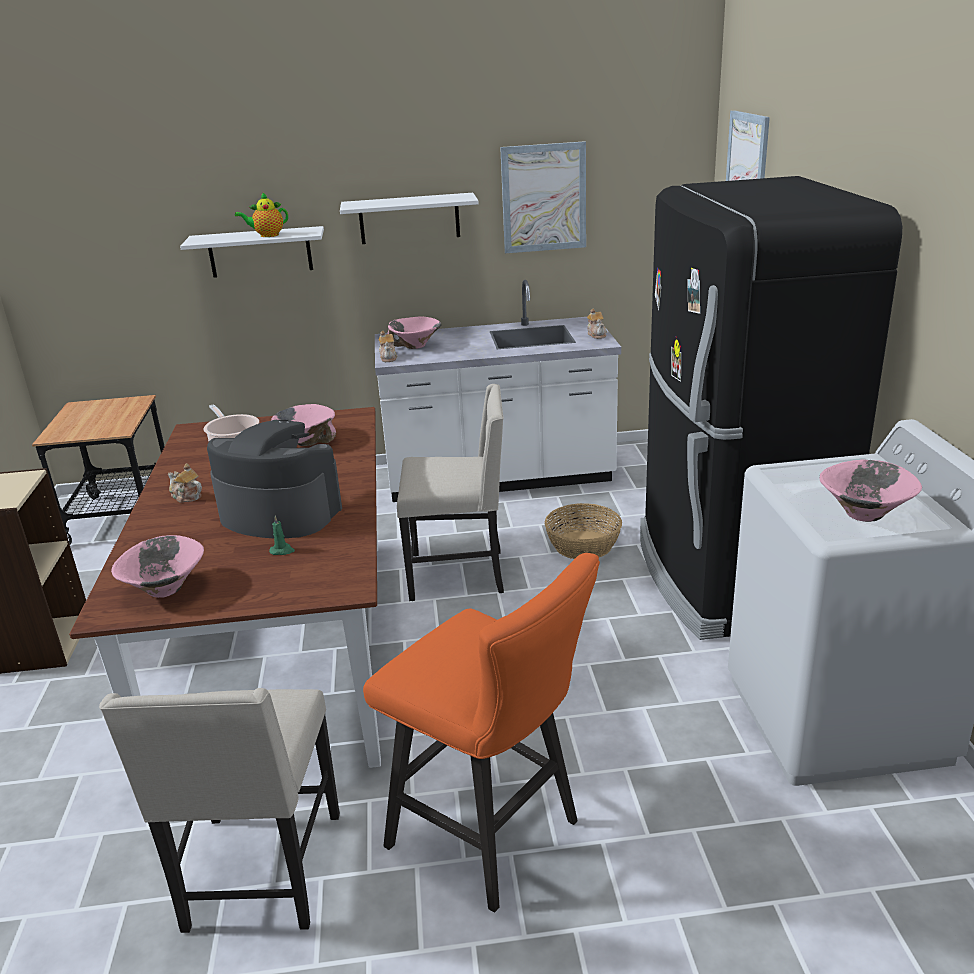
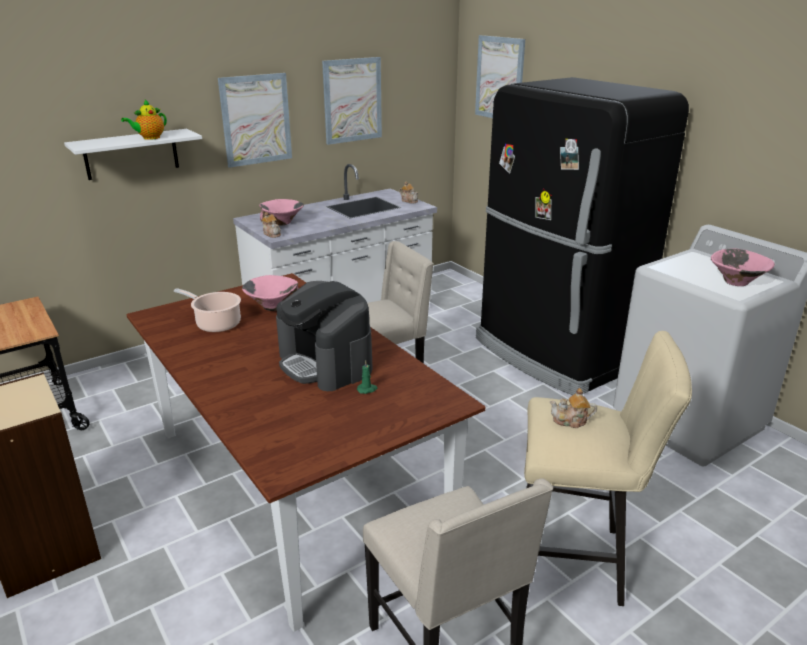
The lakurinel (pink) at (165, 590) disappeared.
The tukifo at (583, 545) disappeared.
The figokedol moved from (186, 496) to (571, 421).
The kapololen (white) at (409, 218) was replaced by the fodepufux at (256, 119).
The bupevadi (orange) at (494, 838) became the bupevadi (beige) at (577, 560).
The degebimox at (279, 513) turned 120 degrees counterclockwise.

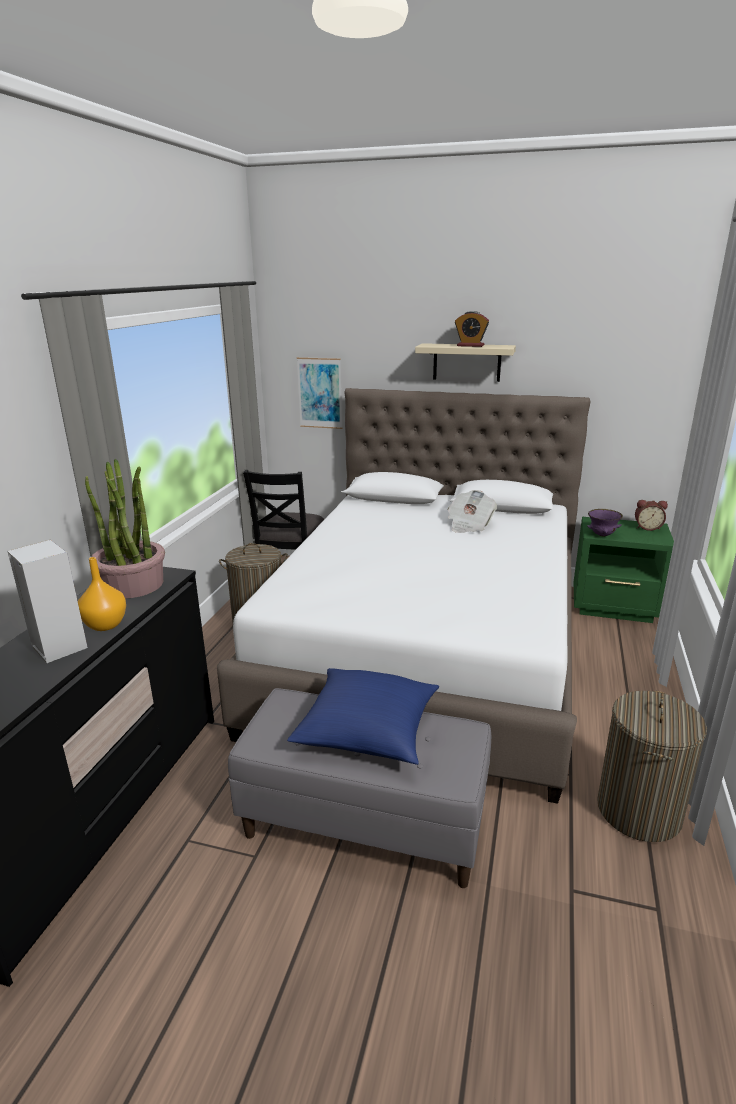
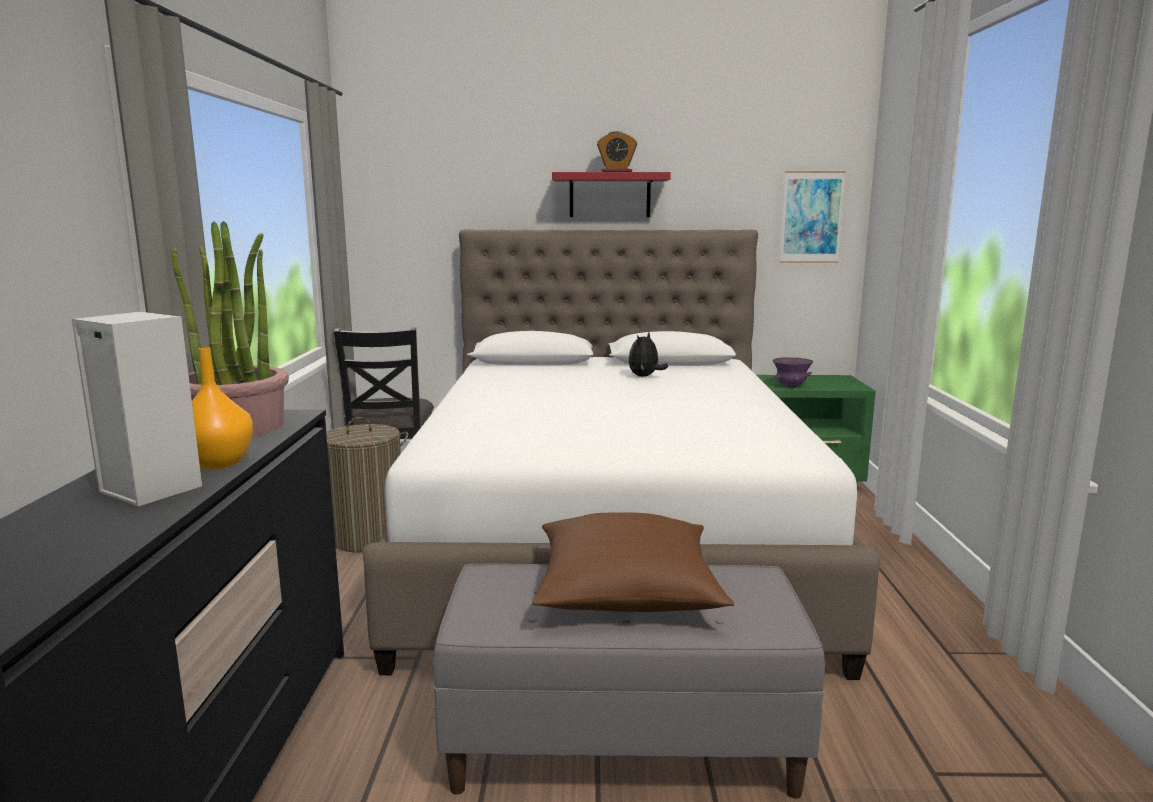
The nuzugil at (639, 811) disappeared.
The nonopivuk at (647, 527) disappeared.
The fodepufux moved from (320, 393) to (811, 217).
The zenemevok at (469, 525) was replaced by the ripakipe at (645, 376).
The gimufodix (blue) at (367, 730) became the gimufodix (brown) at (626, 592).
The kapololen (beige) at (467, 362) became the kapololen (red) at (610, 195).

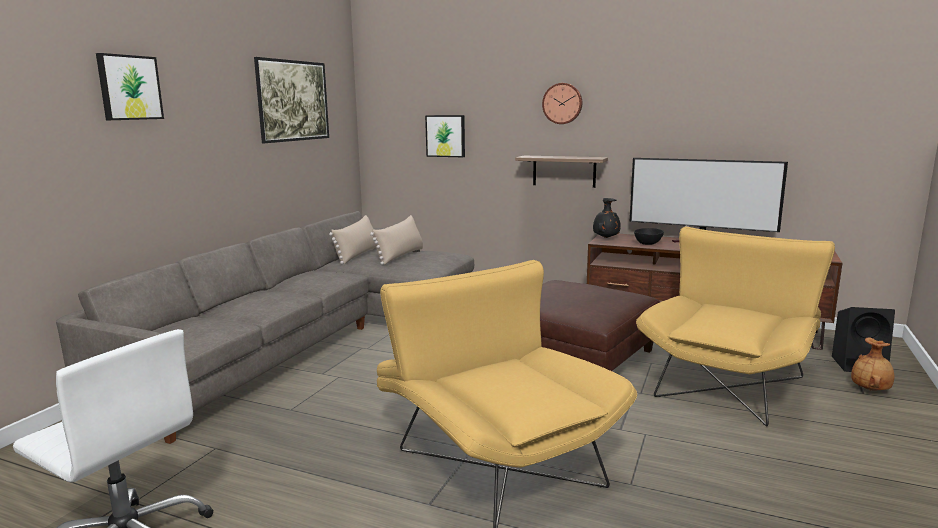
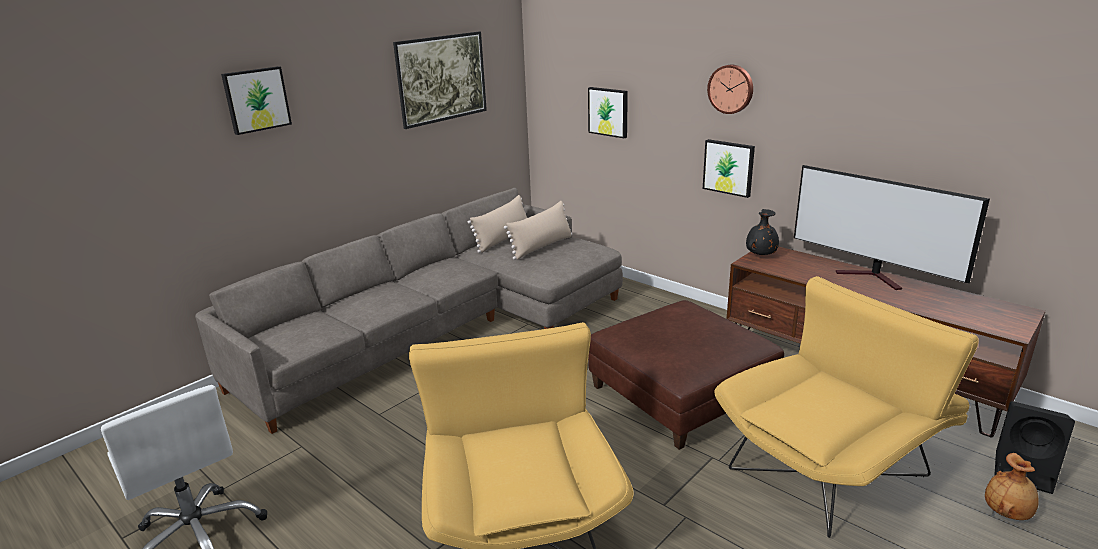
The lakurinel (black) at (648, 244) disappeared.
The kapololen at (564, 171) was replaced by the fodepufux at (729, 167).

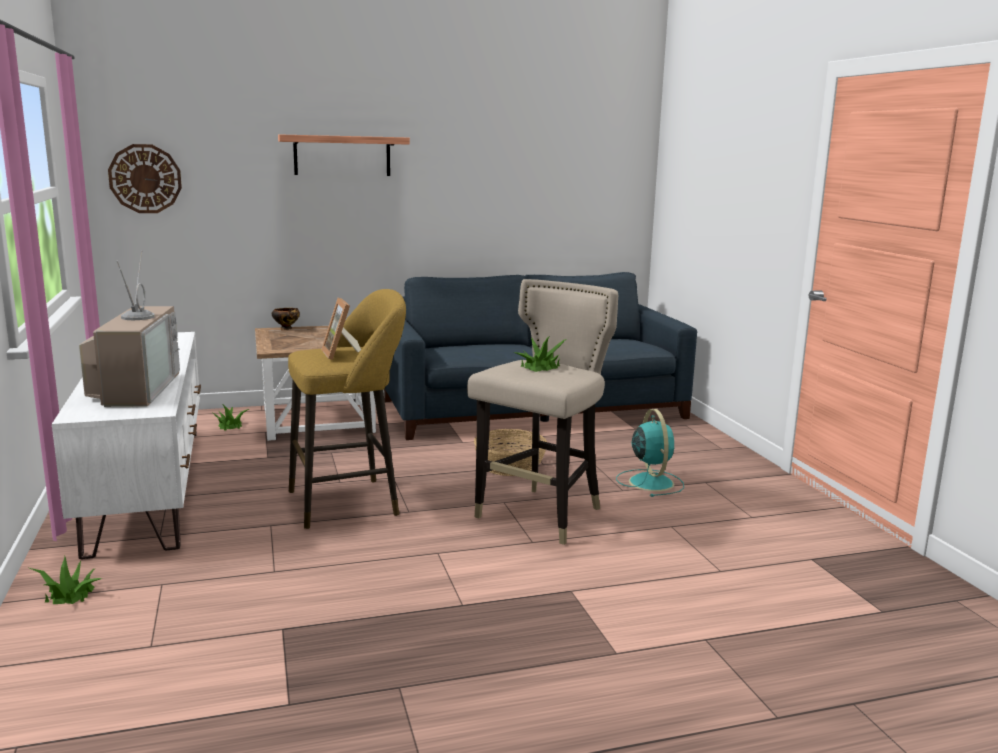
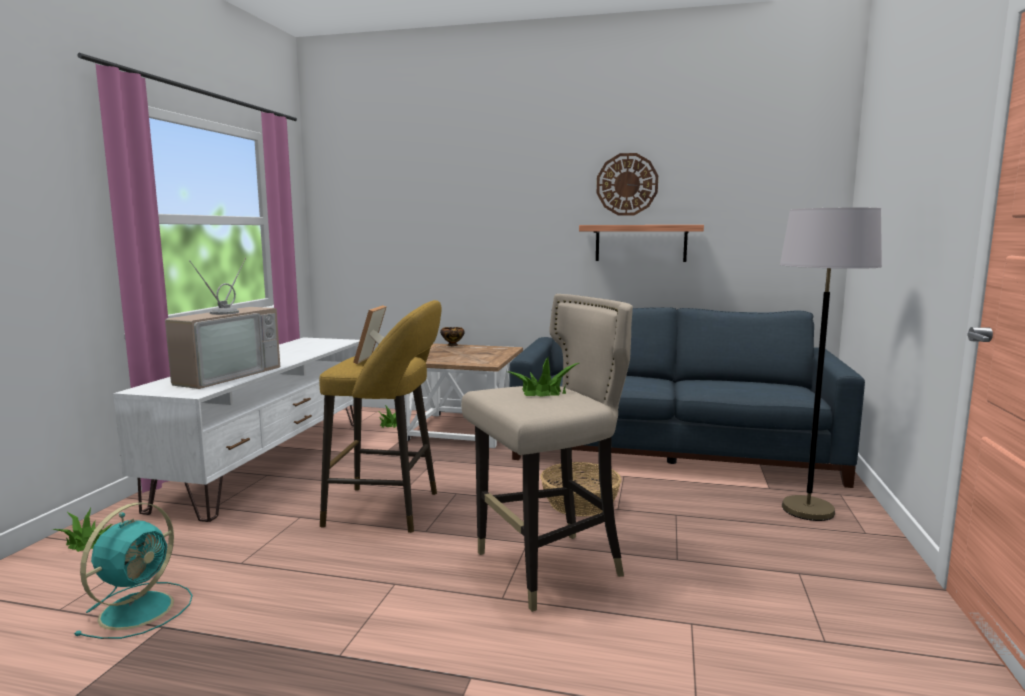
The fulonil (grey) at (808, 510) appeared.
The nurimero moved from (145, 179) to (627, 184).
The kapololen moved from (342, 155) to (640, 243).
The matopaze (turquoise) moved from (650, 482) to (139, 609).

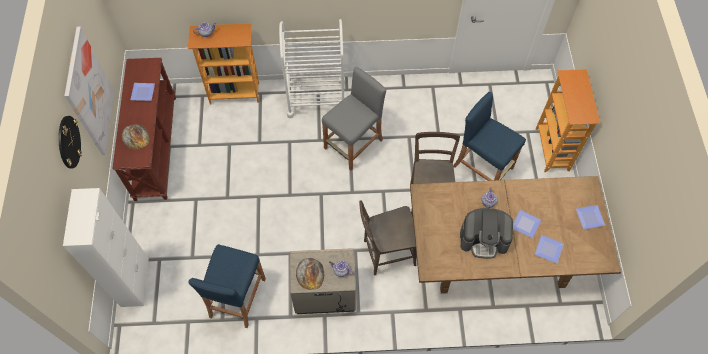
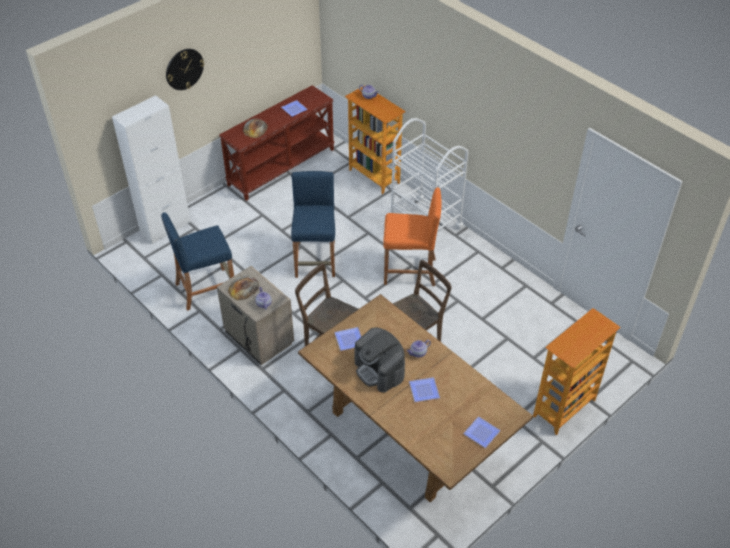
The fodepufux at (88, 93) disappeared.
The bupevadi (blue) moved from (482, 167) to (316, 259).
The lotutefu moved from (548, 248) to (349, 339).
The bupevadi (grey) at (353, 144) became the bupevadi (orange) at (409, 271).

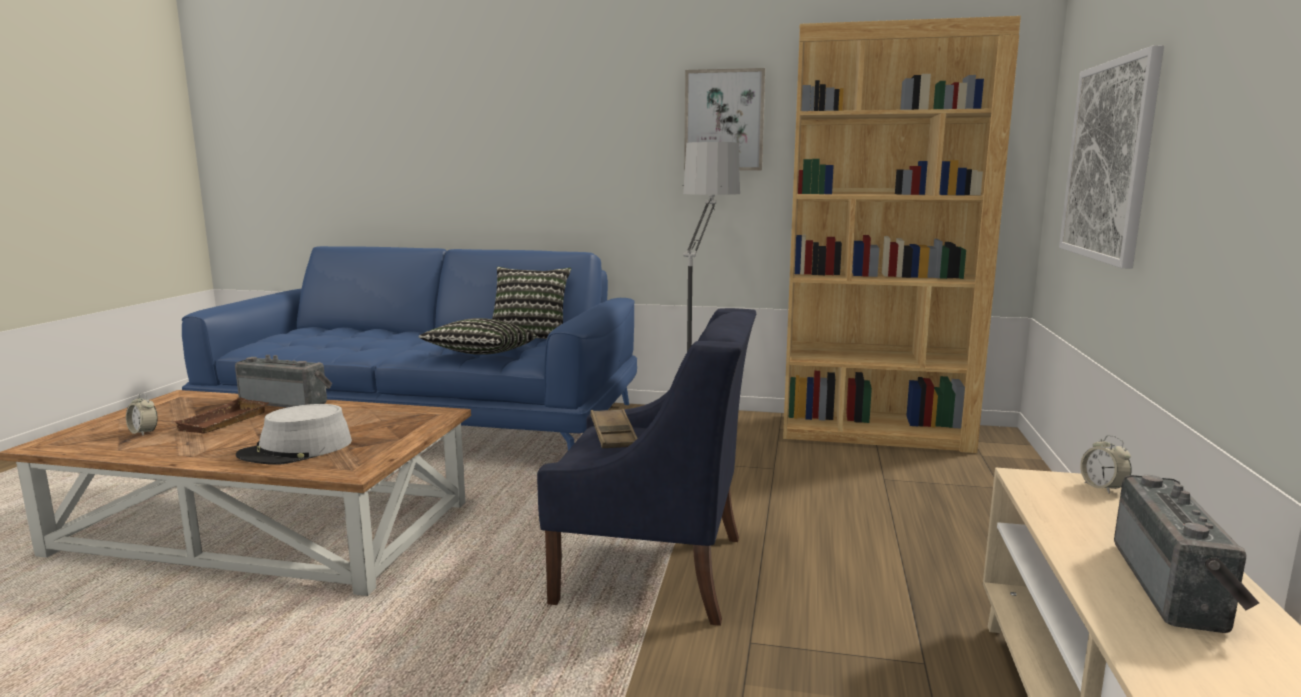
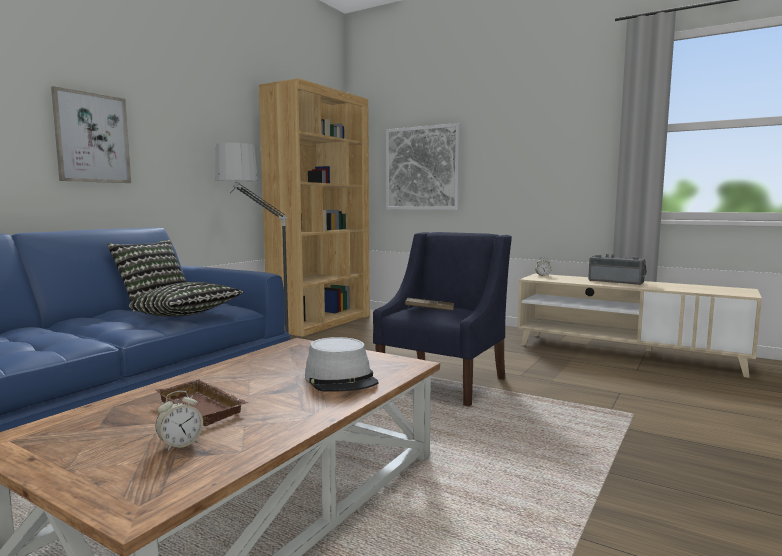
The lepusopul at (287, 402) disappeared.
The fodepufux moved from (724, 120) to (92, 138).

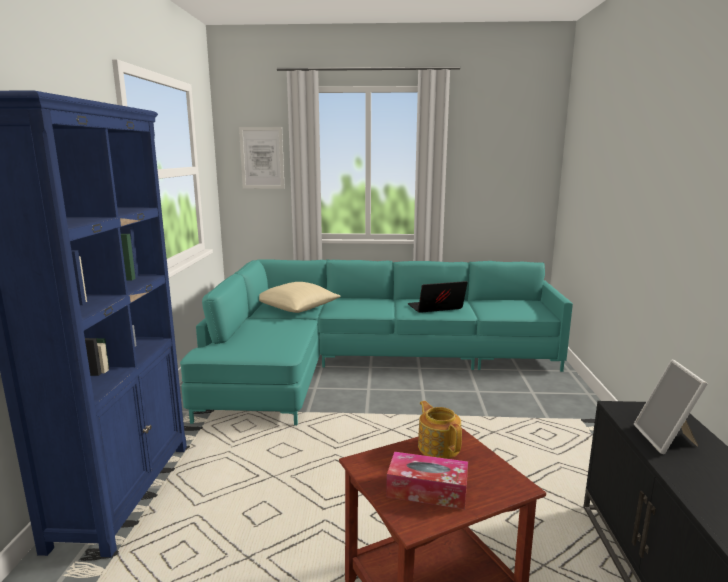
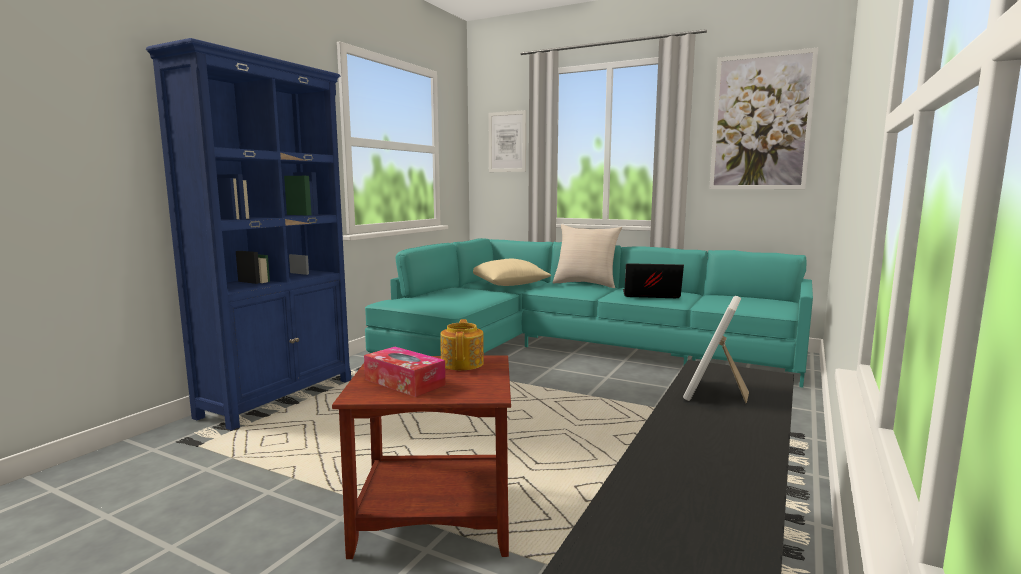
The gimufodix (beige) at (586, 284) appeared.
The fodepufux at (760, 122) appeared.

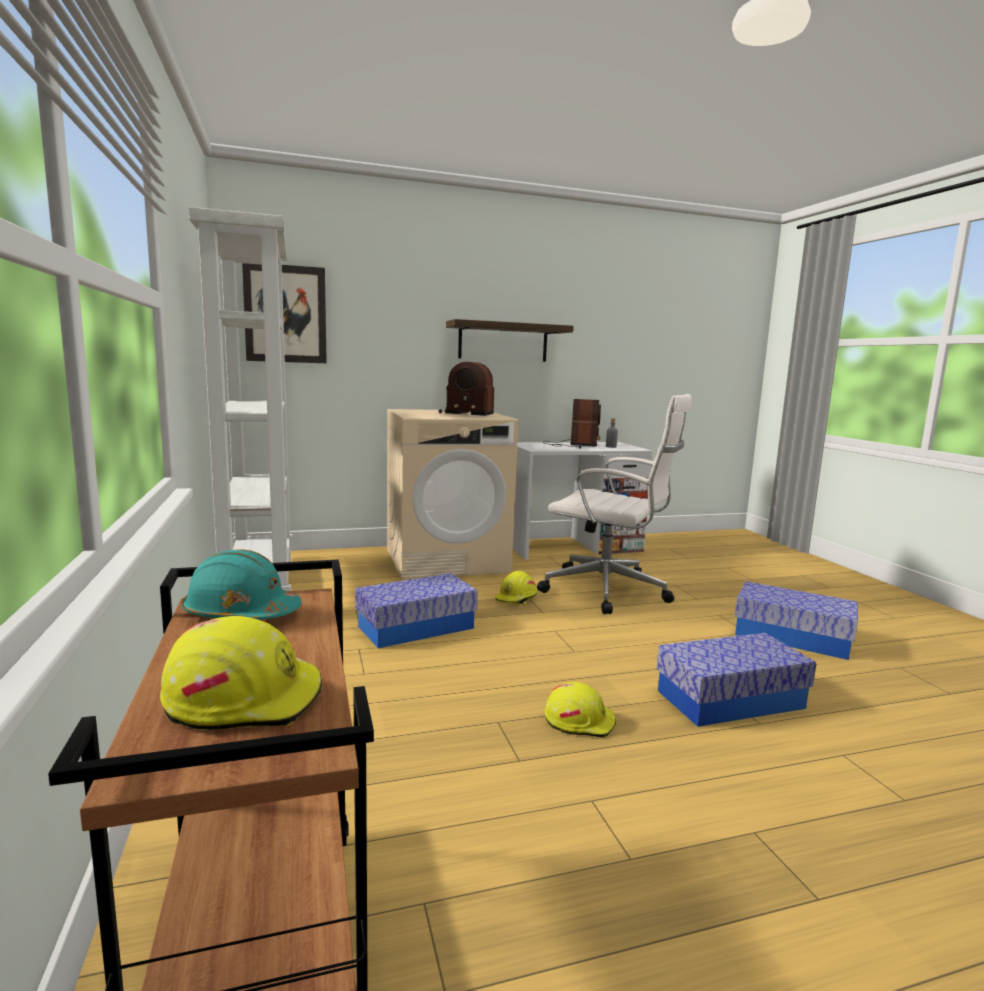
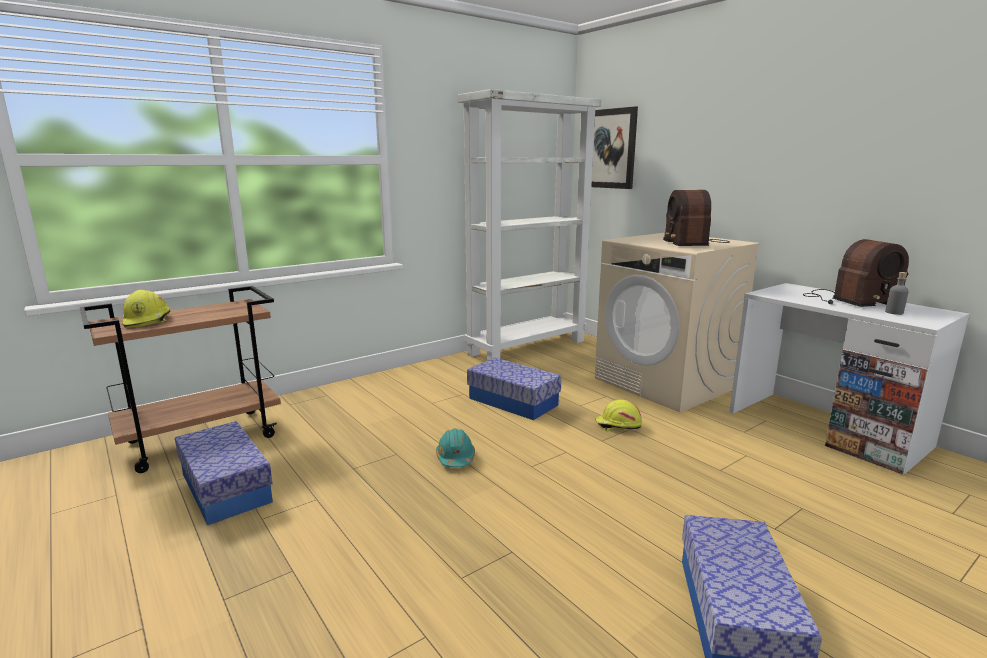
The kapololen at (503, 342) disappeared.
The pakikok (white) at (609, 591) disappeared.
The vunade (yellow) at (579, 721) disappeared.
The vunade (turquoise) moved from (241, 614) to (455, 458).
The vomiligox moved from (730, 699) to (225, 488).

